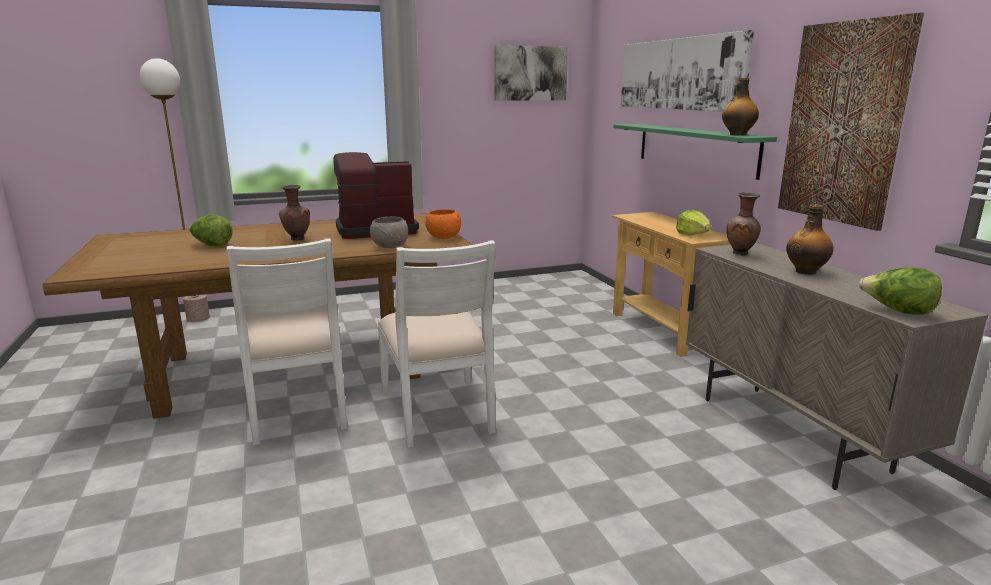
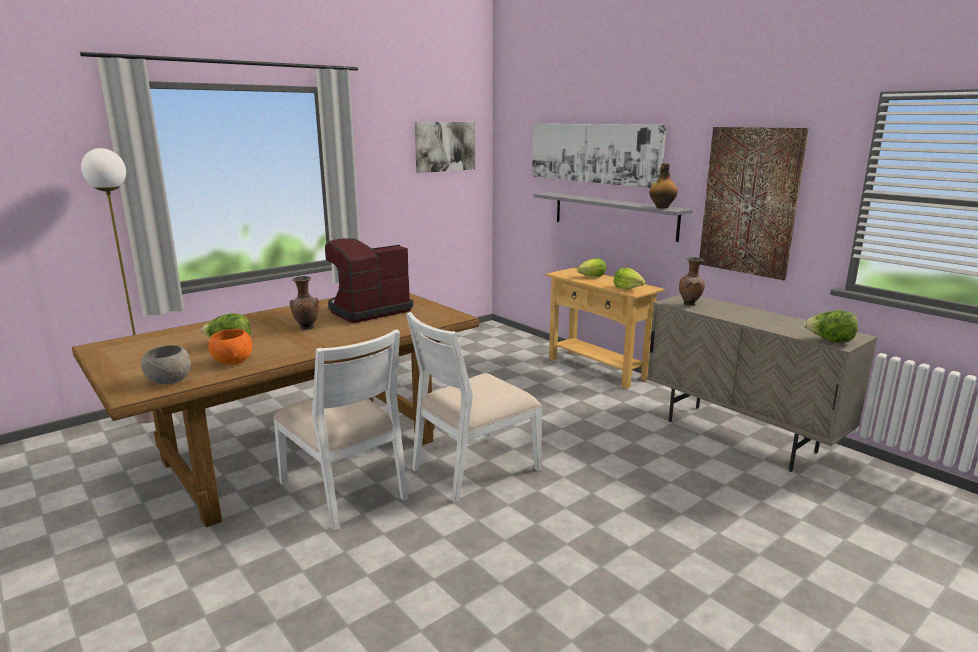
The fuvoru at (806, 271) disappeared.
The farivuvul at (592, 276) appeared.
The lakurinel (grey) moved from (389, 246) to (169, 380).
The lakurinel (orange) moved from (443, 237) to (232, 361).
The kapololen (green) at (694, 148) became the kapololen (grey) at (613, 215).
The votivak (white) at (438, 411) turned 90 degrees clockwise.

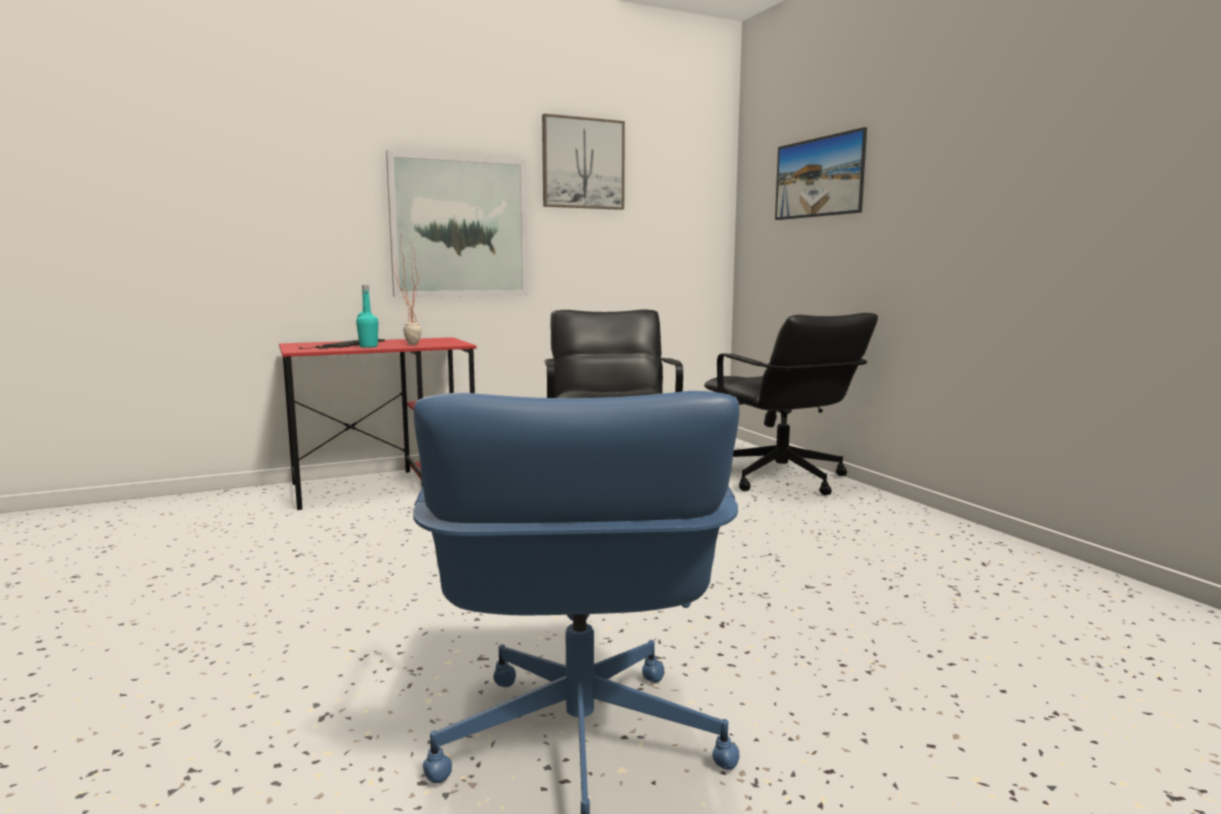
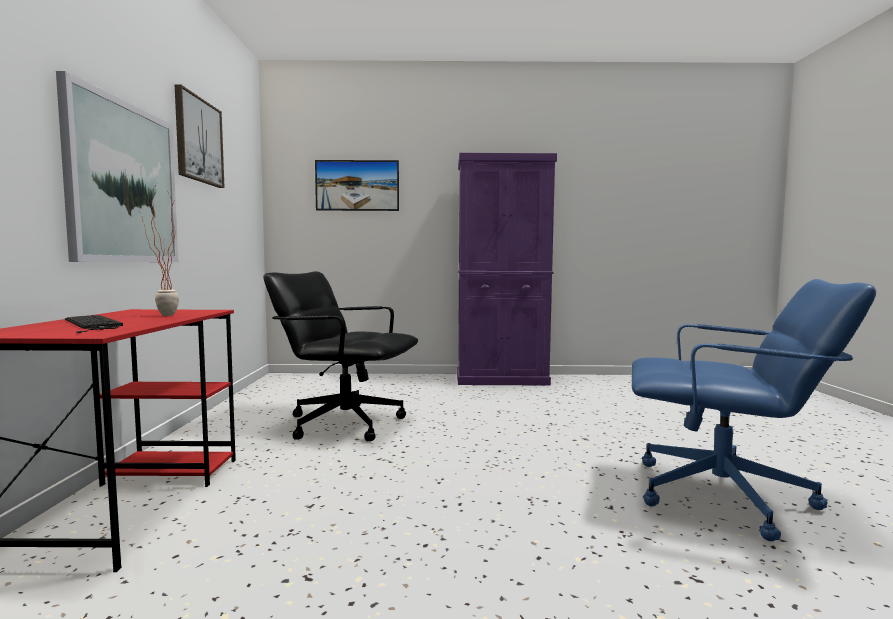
The fuvoru (turquoise) at (368, 346) disappeared.
The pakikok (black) at (781, 479) disappeared.
The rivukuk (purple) at (502, 379) appeared.

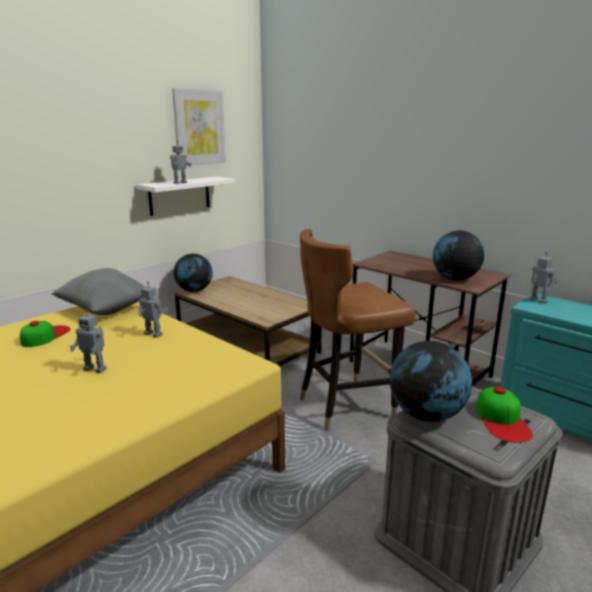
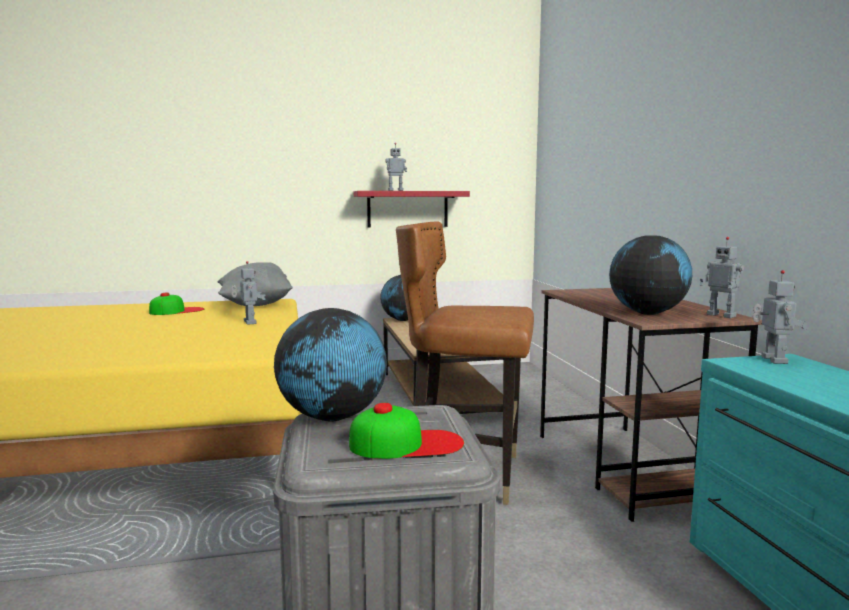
The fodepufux at (199, 127) disappeared.
The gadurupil moved from (96, 369) to (722, 315).
The kapololen (white) at (179, 195) became the kapololen (red) at (407, 209).
The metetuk at (502, 420) turned 135 degrees counterclockwise.

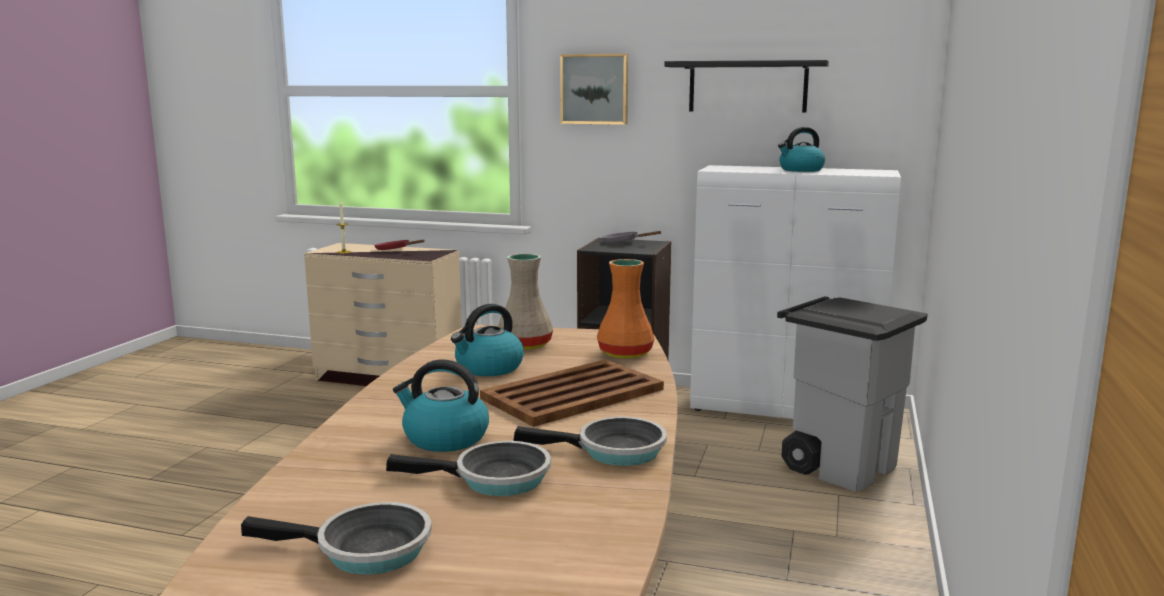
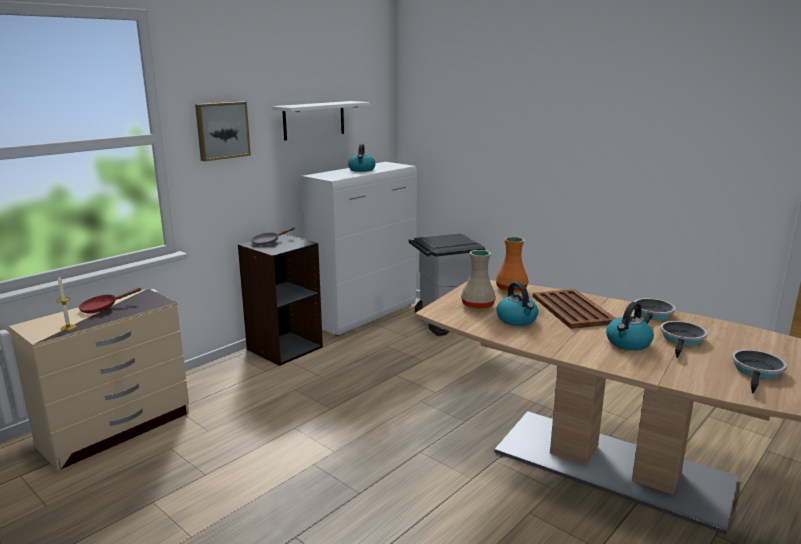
The kapololen (black) at (747, 86) became the kapololen (white) at (314, 120).

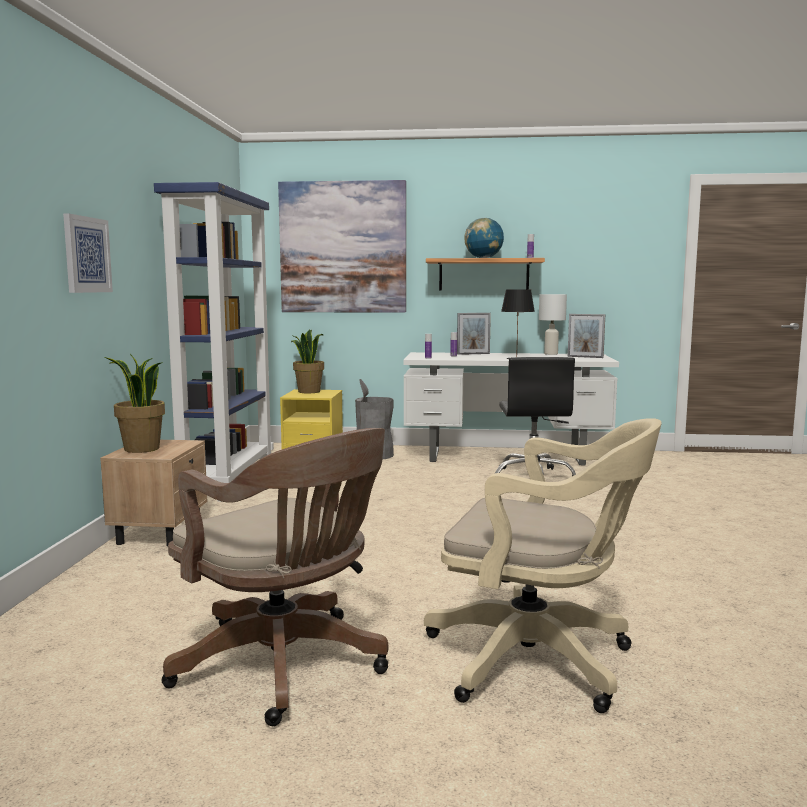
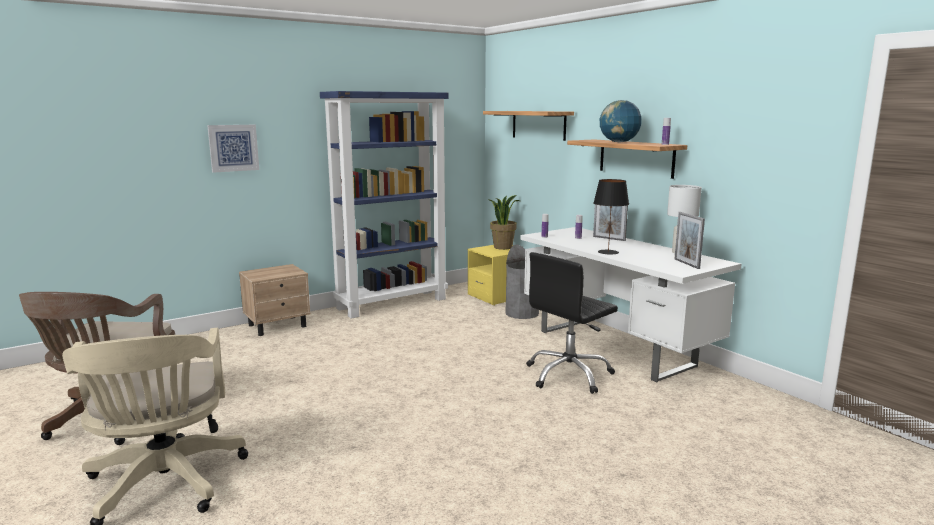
The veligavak at (141, 449) disappeared.
The fodepufux at (343, 247) was replaced by the kapololen at (538, 125).

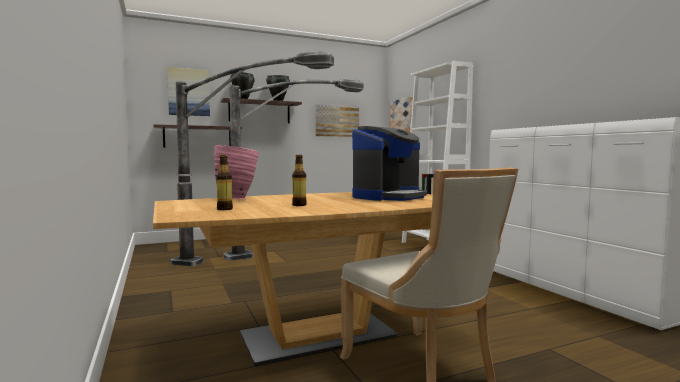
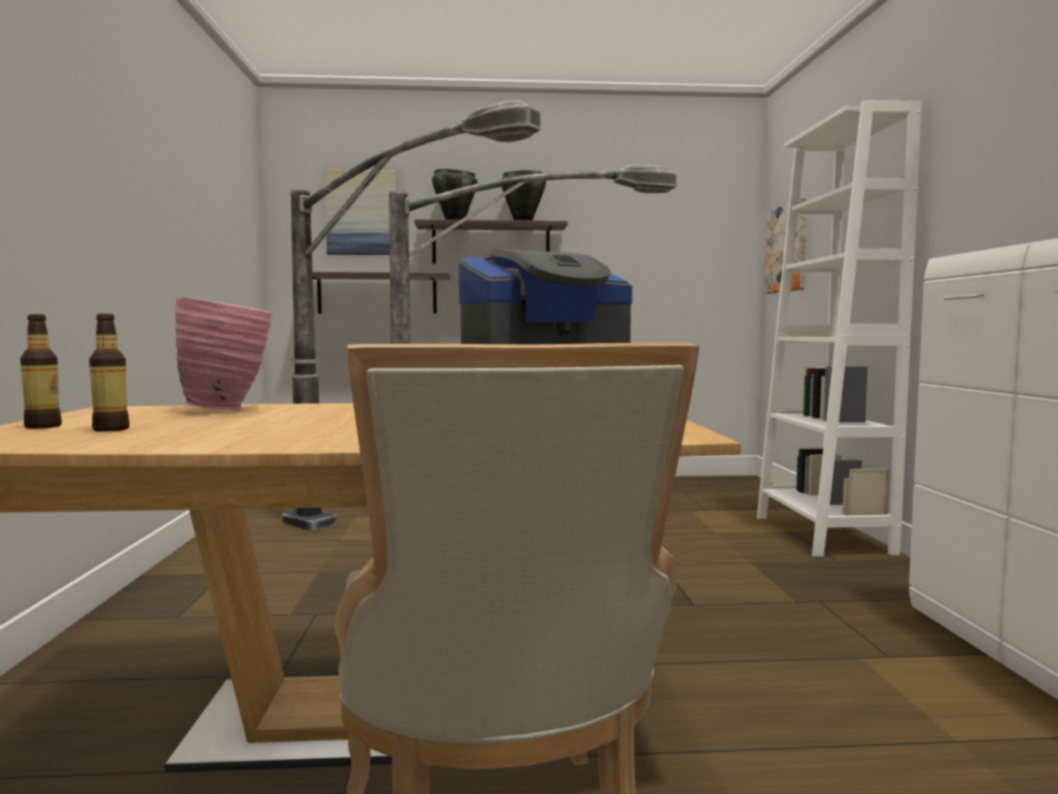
The fodepufux at (337, 120) disappeared.
The fuvoru moved from (299, 205) to (43, 426).

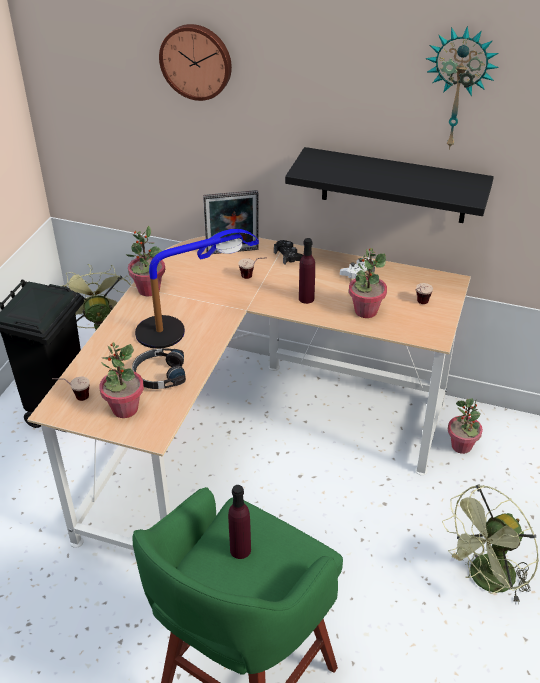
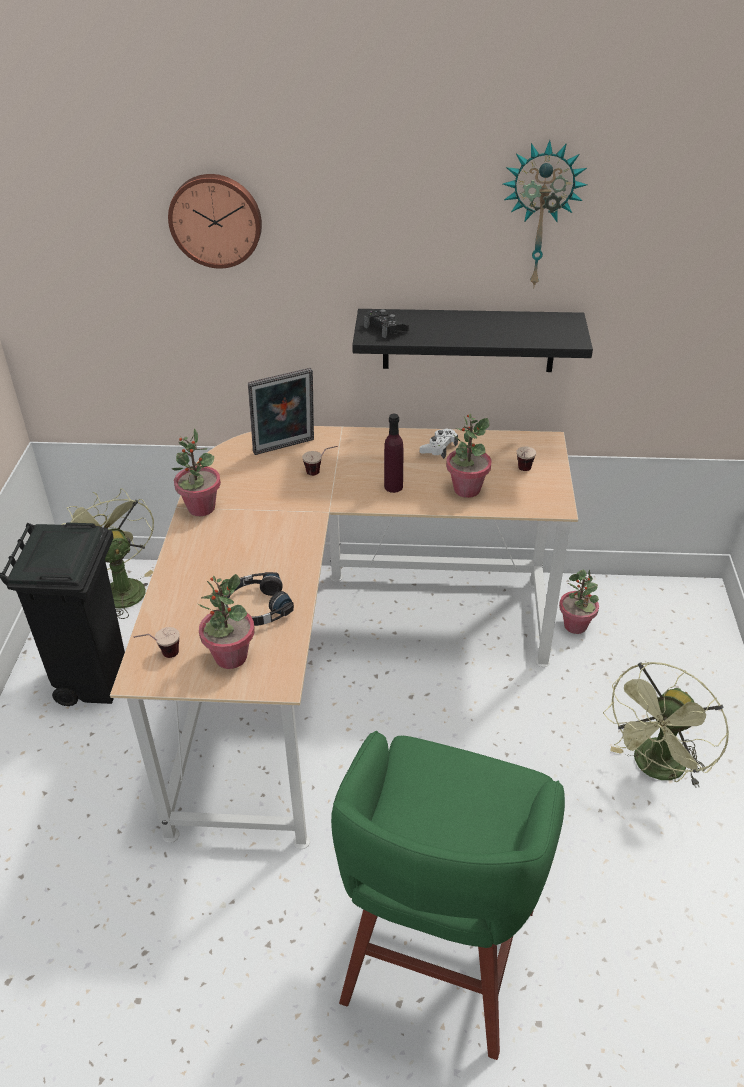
The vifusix at (185, 325) disappeared.
The fuvoru (purple) at (240, 550) disappeared.
The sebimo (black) moved from (289, 256) to (385, 328).

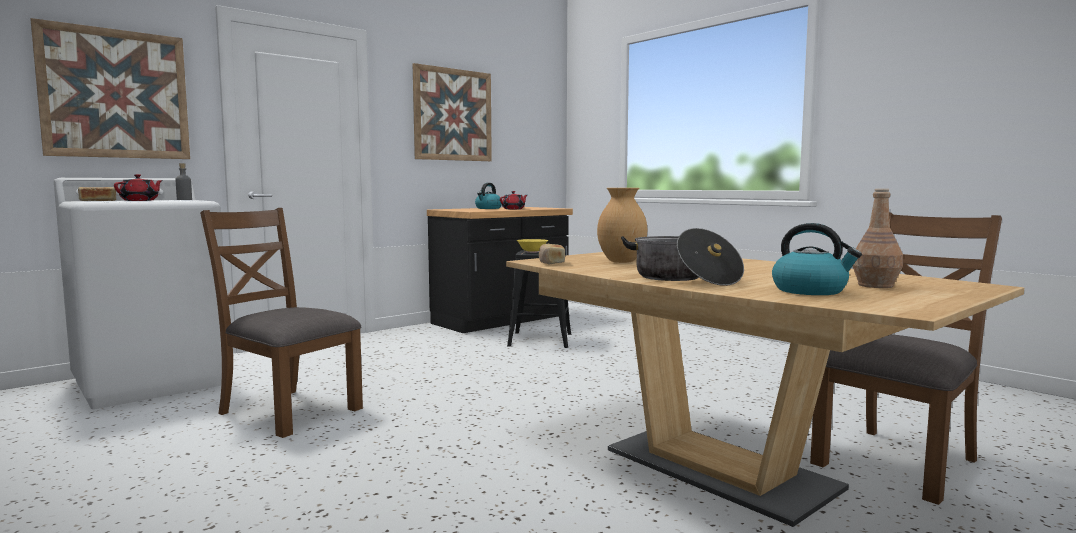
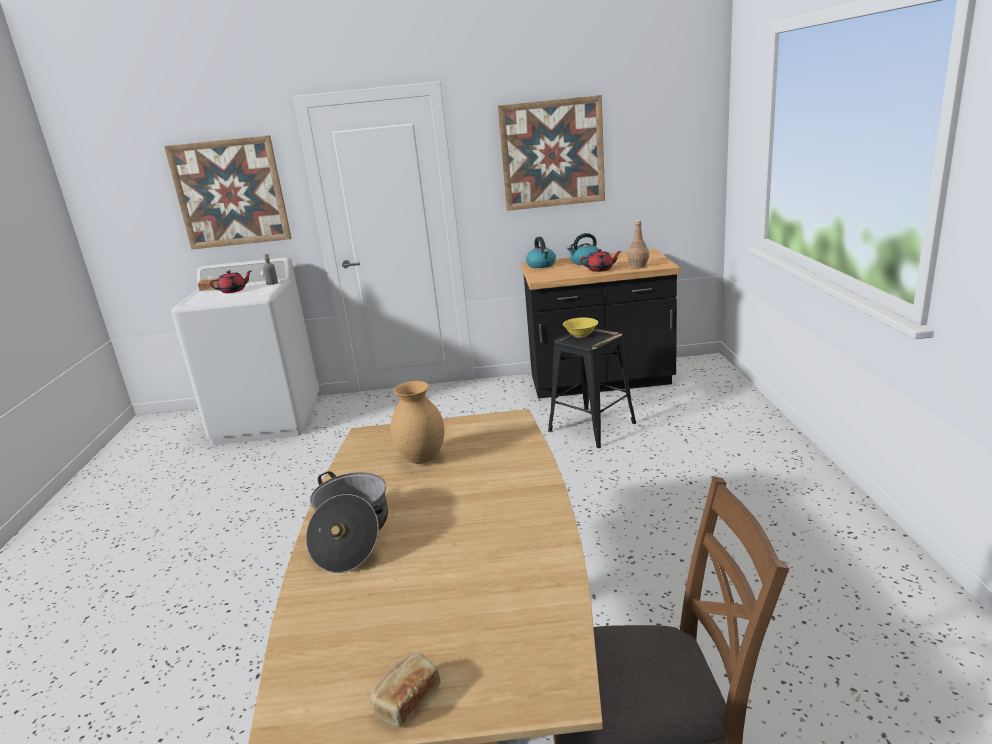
The votivak (brown) at (288, 411) disappeared.
The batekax moved from (551, 262) to (406, 700).
The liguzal moved from (810, 291) to (541, 265).
The fuvoru (brown) moved from (876, 285) to (638, 266).

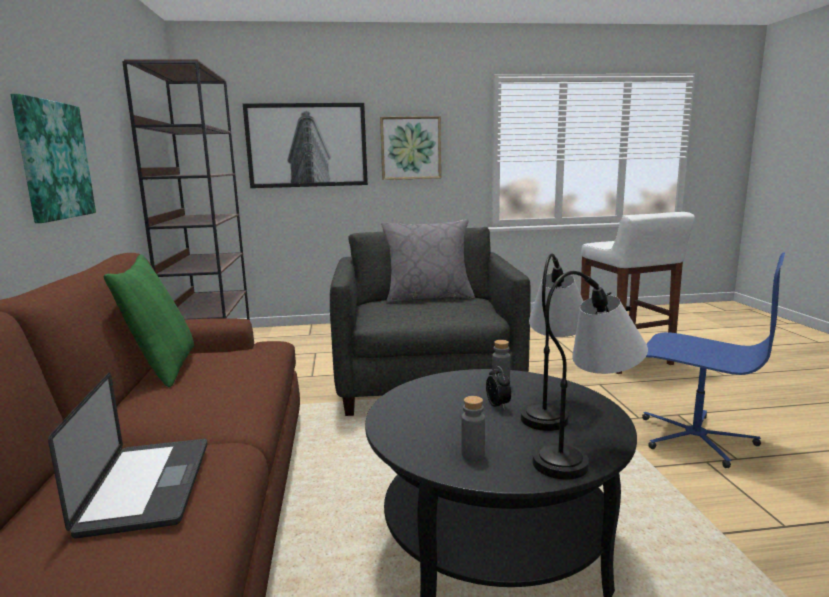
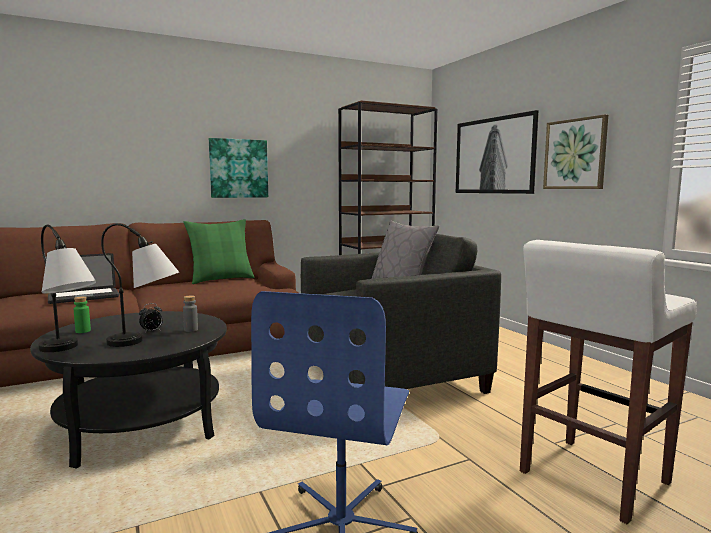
The fuvoru (grey) at (473, 454) became the fuvoru (green) at (83, 331).

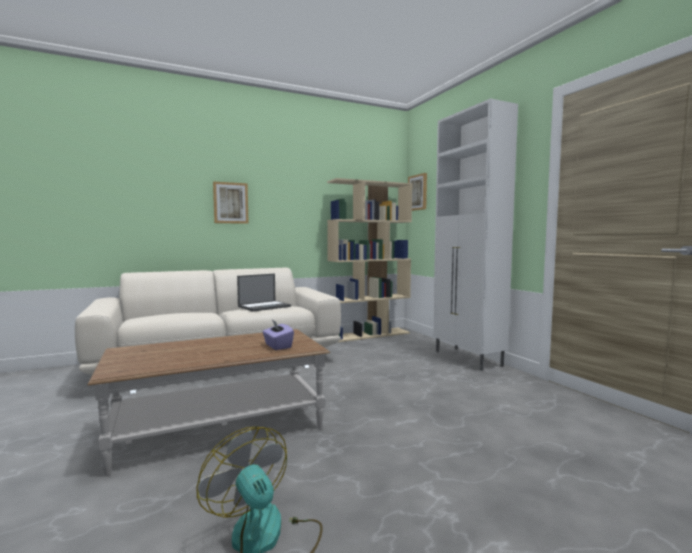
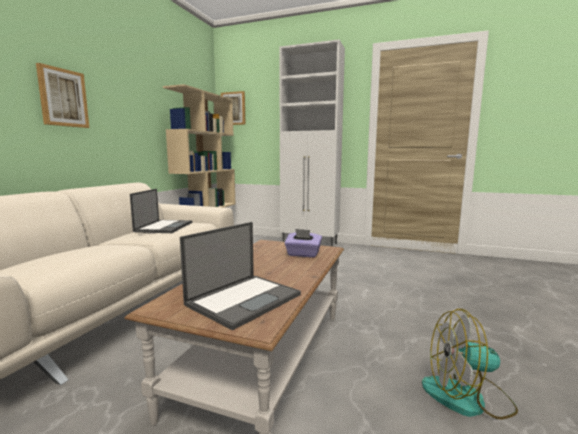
The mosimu at (244, 299) appeared.

